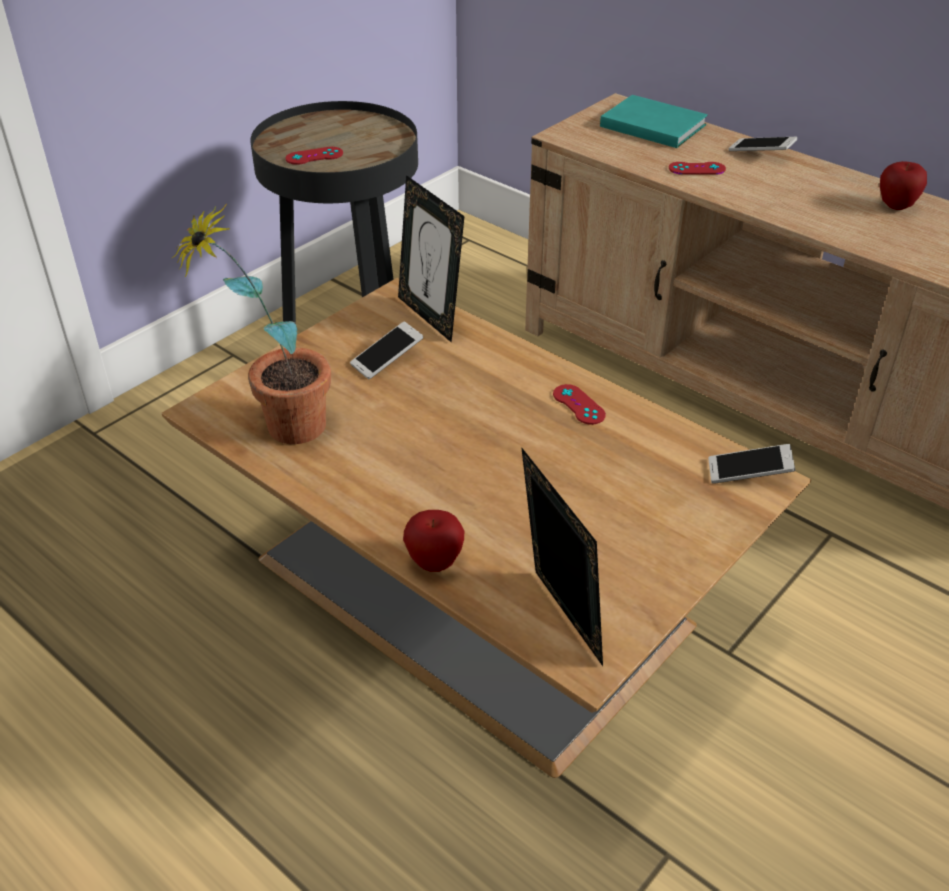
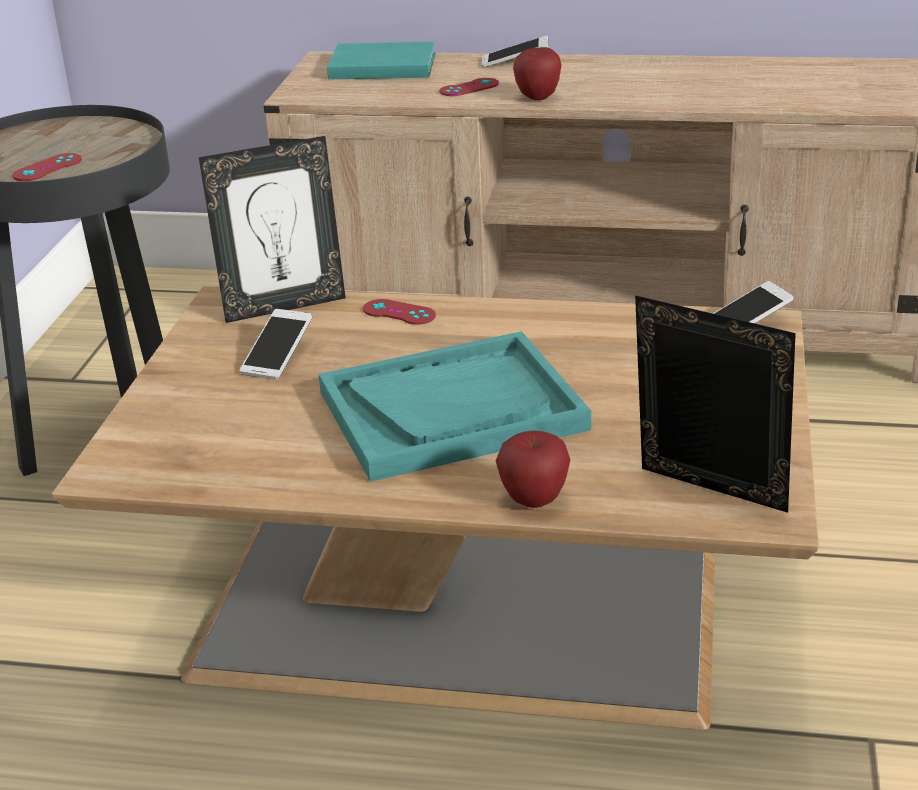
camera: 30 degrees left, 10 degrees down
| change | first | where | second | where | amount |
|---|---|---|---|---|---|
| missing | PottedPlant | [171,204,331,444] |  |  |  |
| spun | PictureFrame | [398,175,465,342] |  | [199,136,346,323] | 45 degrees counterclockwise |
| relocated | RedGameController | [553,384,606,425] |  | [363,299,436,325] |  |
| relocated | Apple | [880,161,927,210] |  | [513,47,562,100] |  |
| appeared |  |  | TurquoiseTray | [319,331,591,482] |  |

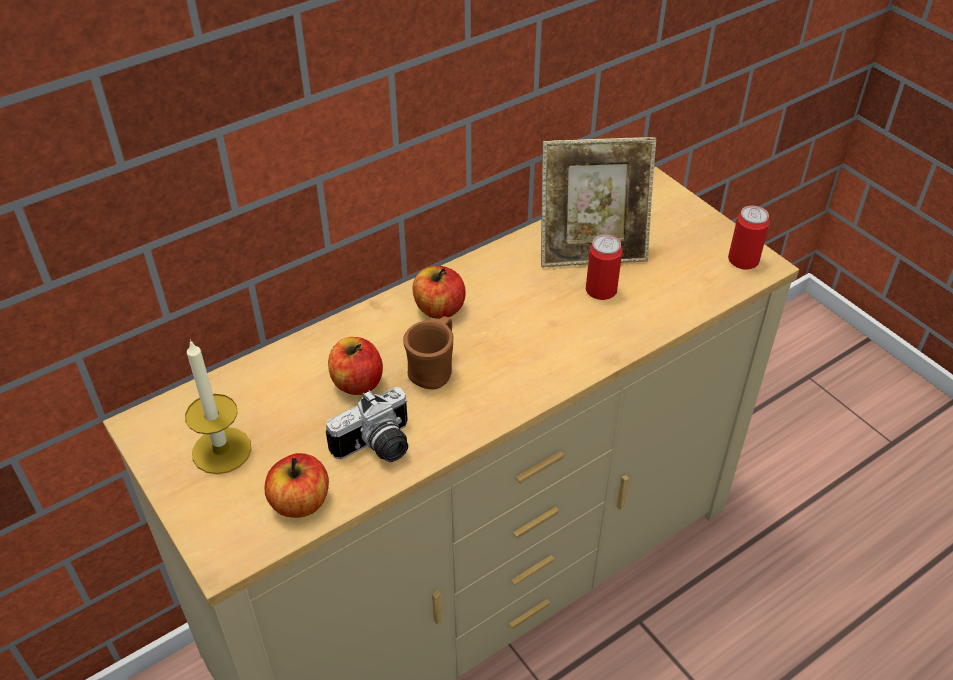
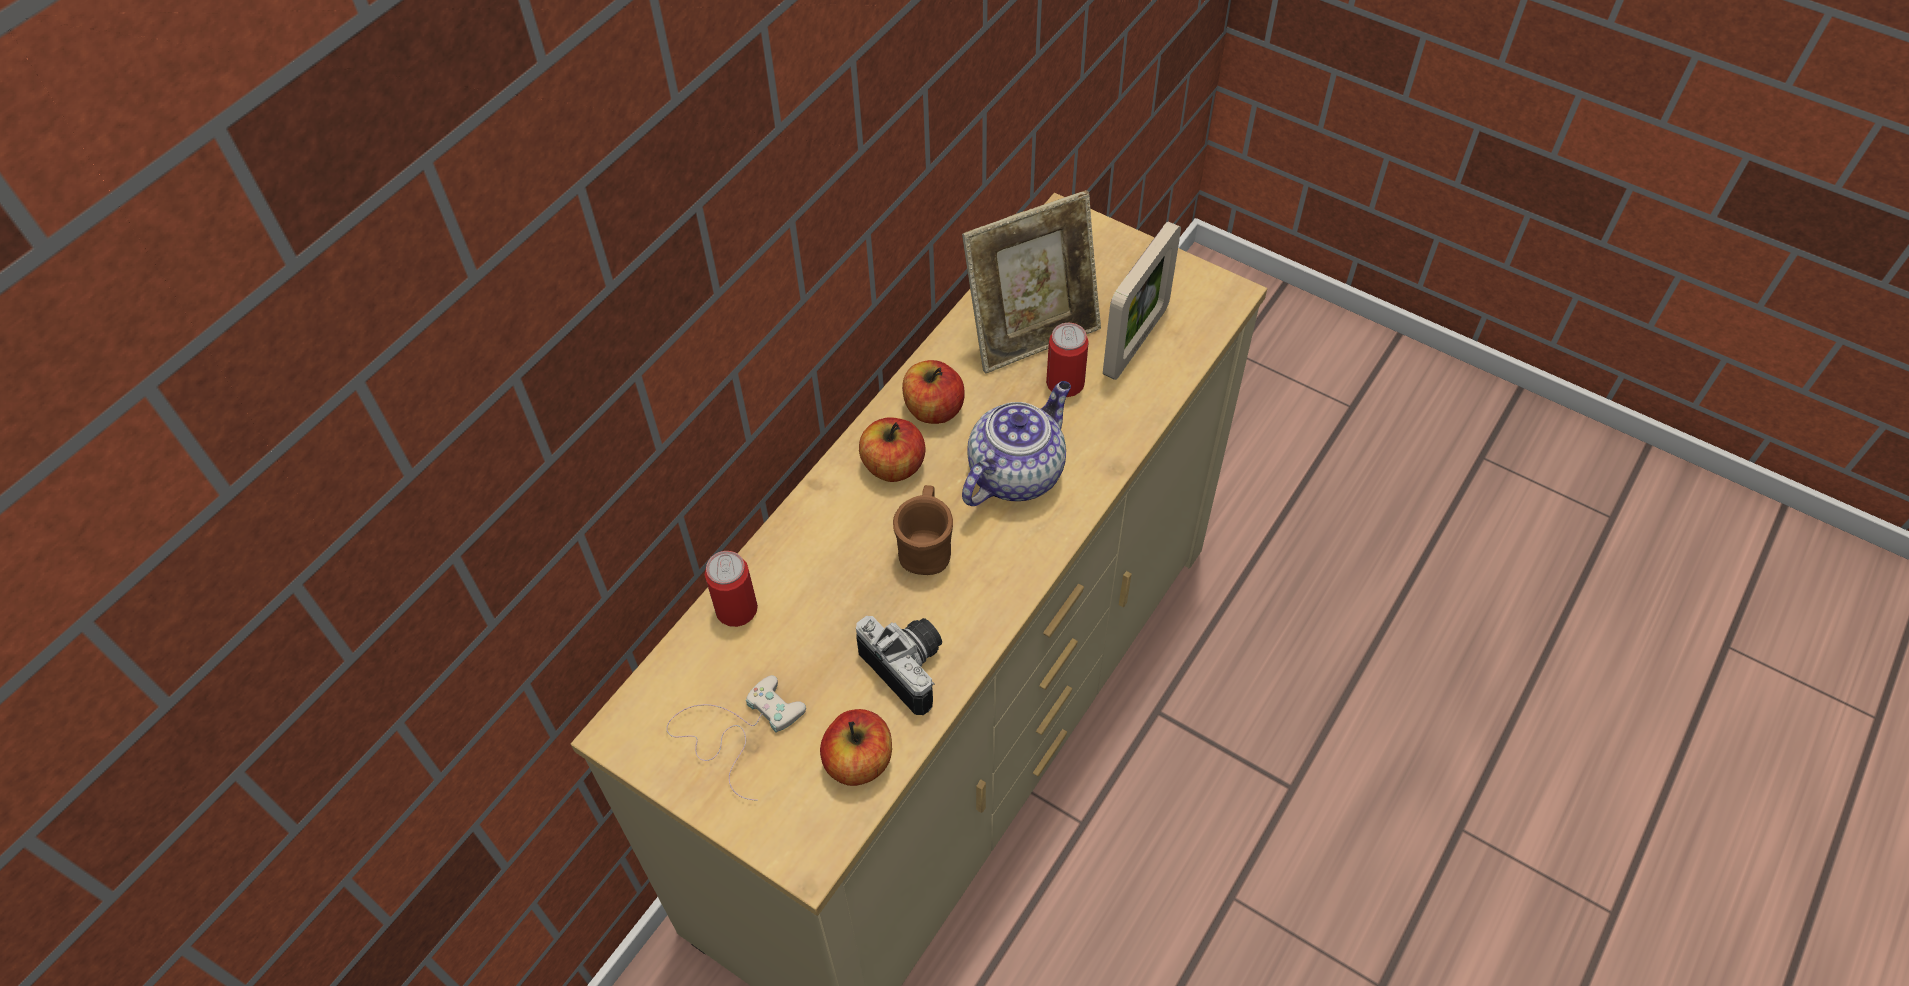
camera: 20 degrees left, 10 degrees up
| change | first | where | second | where | amount |
|---|---|---|---|---|---|
| exchanged | Candle | [185,339,251,474] | WhiteGameController | [666,675,806,800] |  |
| spun | PhotoCamera | [326,387,408,462] |  | [856,616,942,715] | 75 degrees counterclockwise |
| relocated | Apple | [328,337,383,395] |  | [902,360,965,424] |  |
| relocated | Can | [728,206,770,269] |  | [705,551,758,627] |  |
| appeared |  |  | Teapot | [962,381,1071,506] |  |
| appeared |  |  | PictureFrame | [1103,222,1181,380] |  |

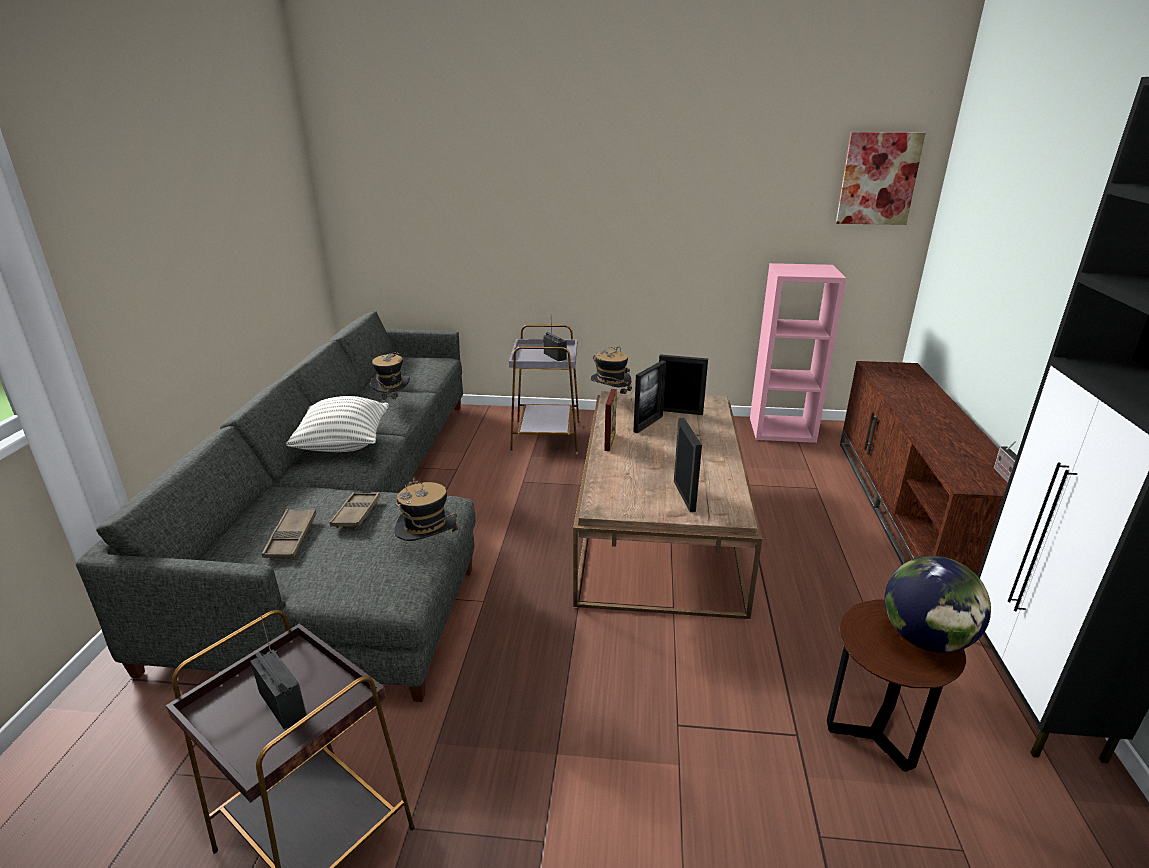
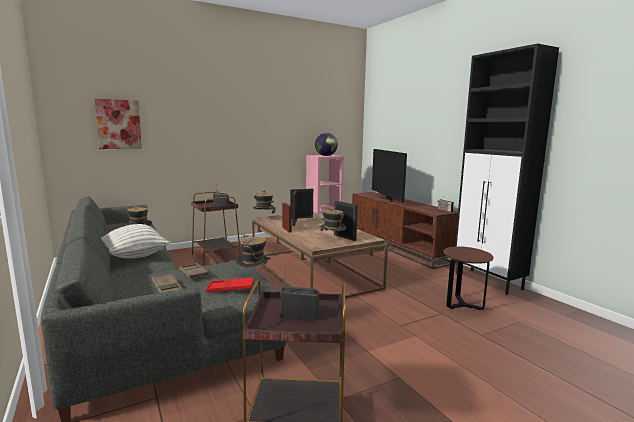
camera: 35 degrees left, 15 degrees down
| change | first | where | second | where | amount |
|---|---|---|---|---|---|
| colour | GreySideTable | [509,325,580,454] | BrownSideTable | [191,191,241,265] |  |
| relocated | Picture | [836,132,926,225] |  | [94,99,142,149] |  |
| relocated | Globe | [885,556,991,653] |  | [315,133,338,156] |  |
| appeared |  |  | RedTray | [206,277,254,292] |  |
| appeared |  |  | Hat | [319,209,346,239] |  |
| appeared |  |  | Television | [372,149,407,203] |  |

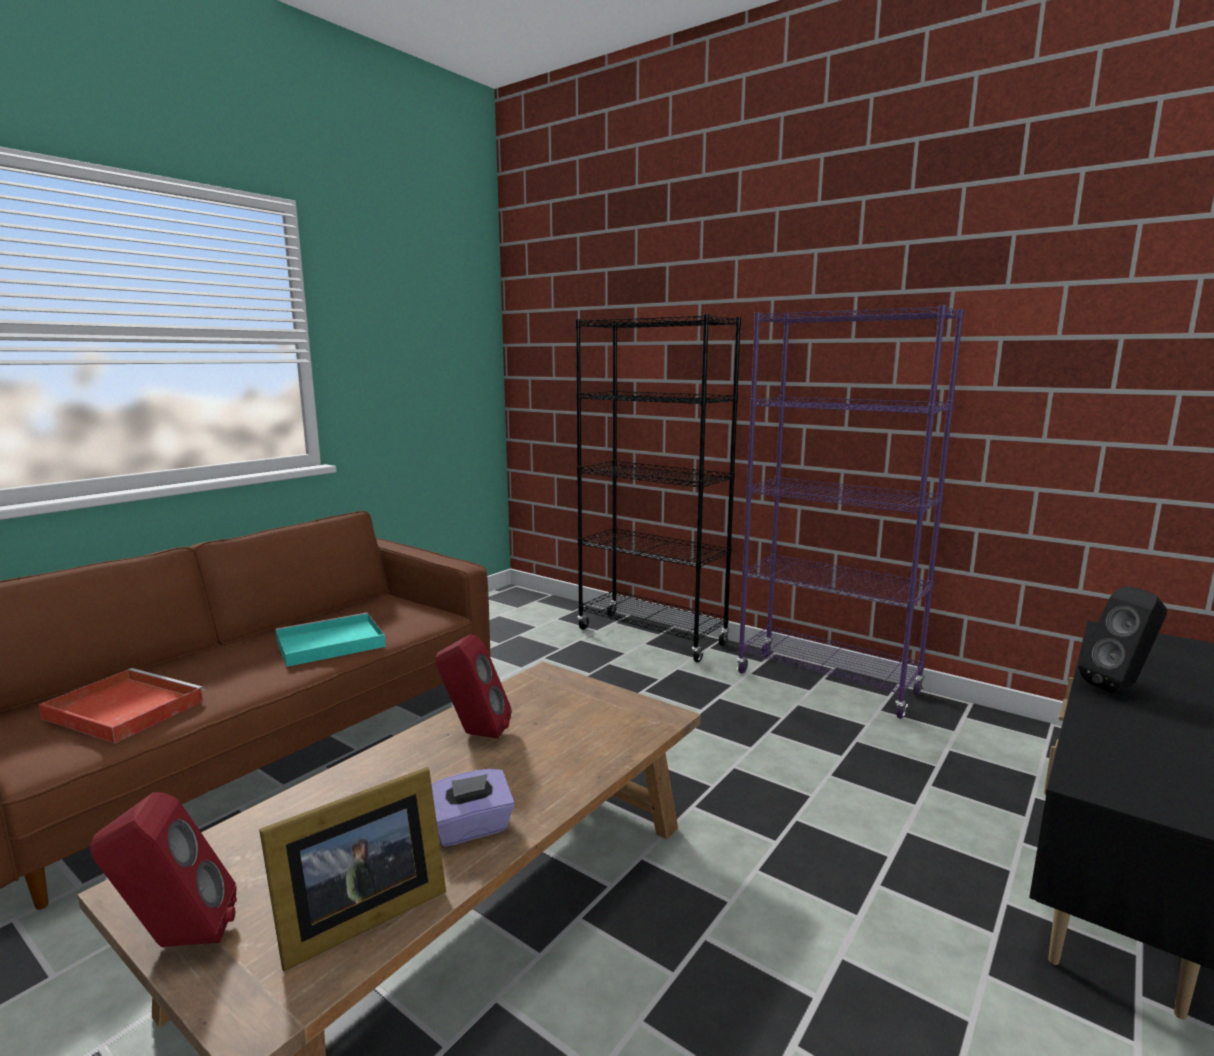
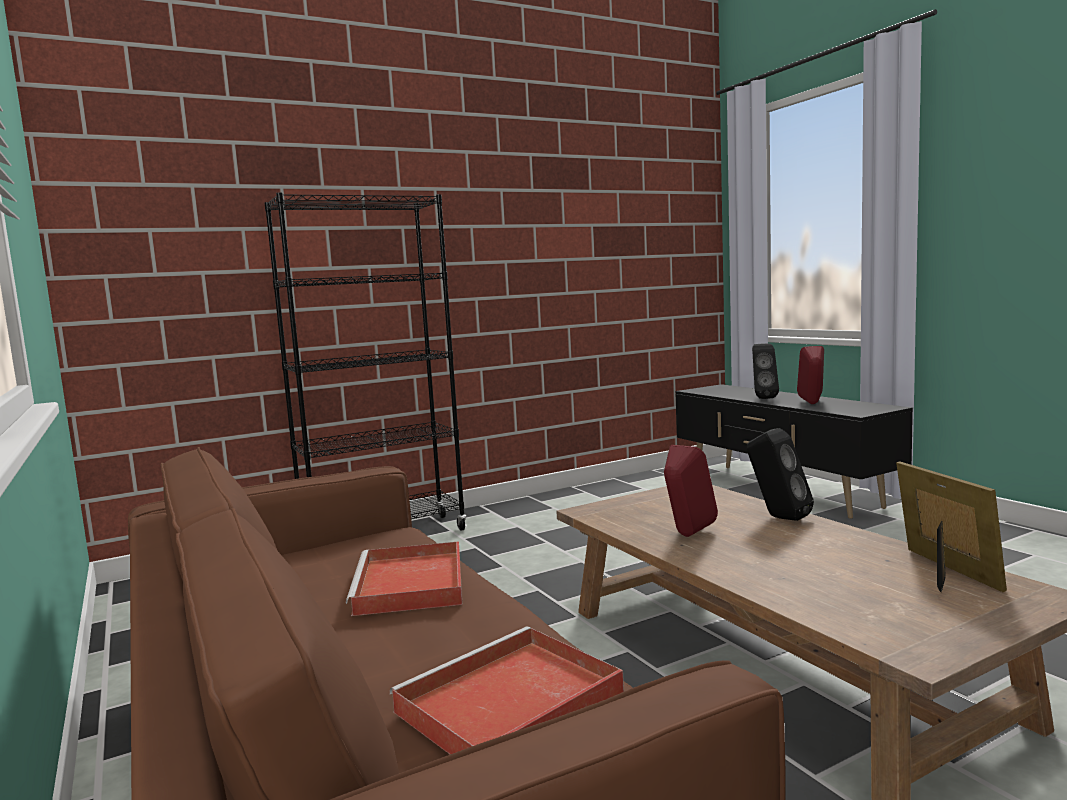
camera: 65 degrees left, 5 degrees down
| change | first | where | second | where | amount |
|---|---|---|---|---|---|
| relocated | RedSpeaker | [90,792,237,947] |  | [797,346,824,404] |  |
| colour | TurquoiseTray | [275,612,386,667] | RedTray | [346,541,462,616] |  |
| missing | PurpleTissueBox | [431,769,515,847] |  |  |  |
| missing | PurpleBookcase | [737,305,964,719] |  |  |  |
| appeared |  |  | BlackSpeaker | [747,428,814,521] |  |

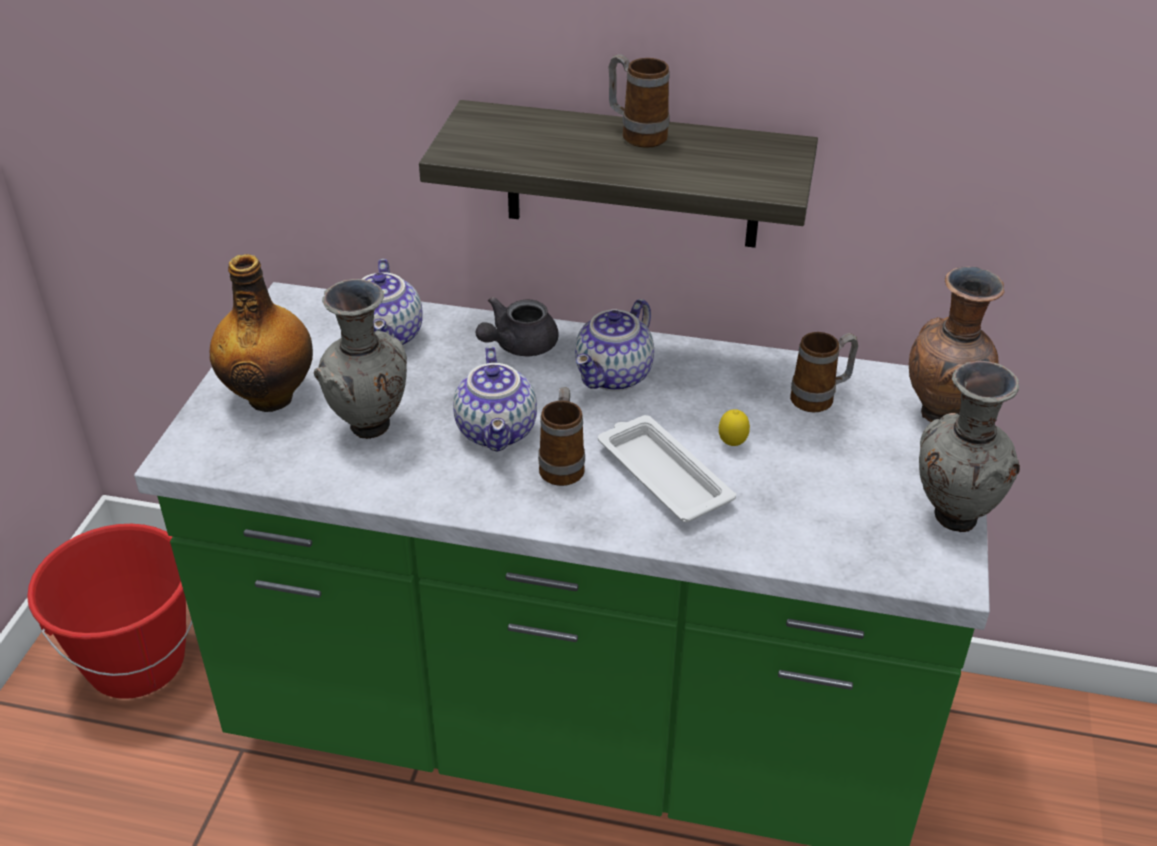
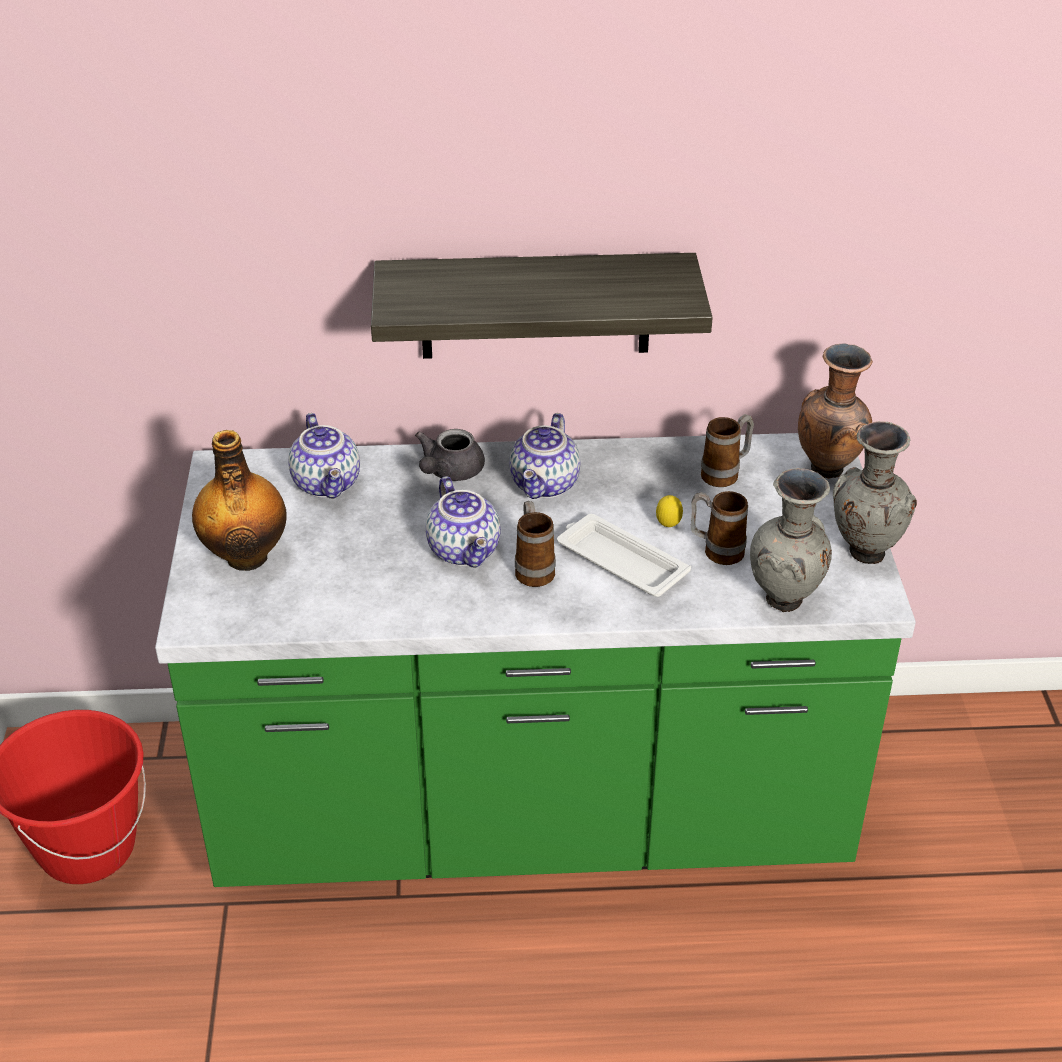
camera: 15 degrees left, 0 degrees up
| change | first | where | second | where | amount |
|---|---|---|---|---|---|
| relocated | GreyVase | [314,279,407,439] |  | [750,468,832,612] |  |
| relocated | Mug | [608,54,670,148] |  | [691,491,748,565] |  |

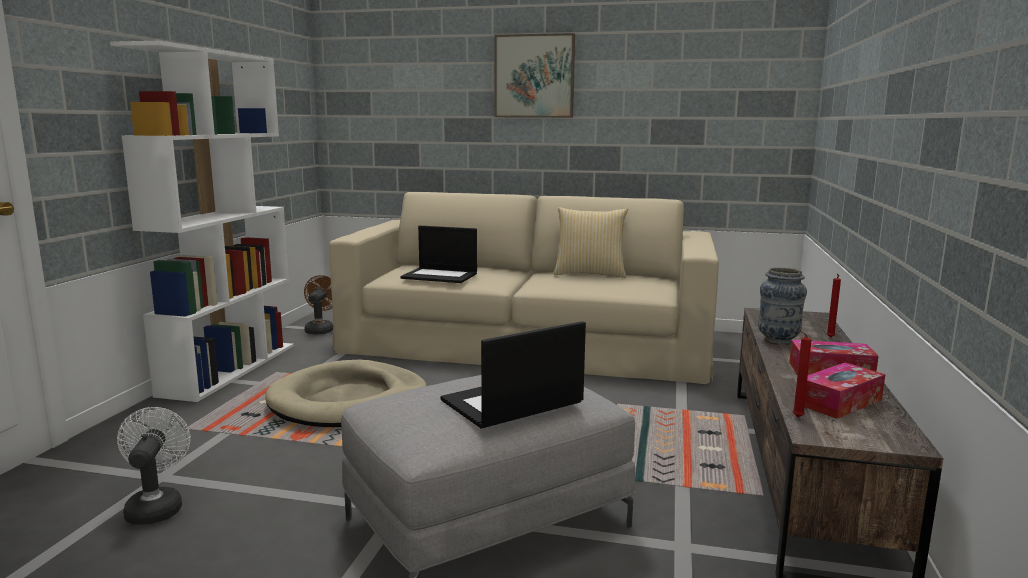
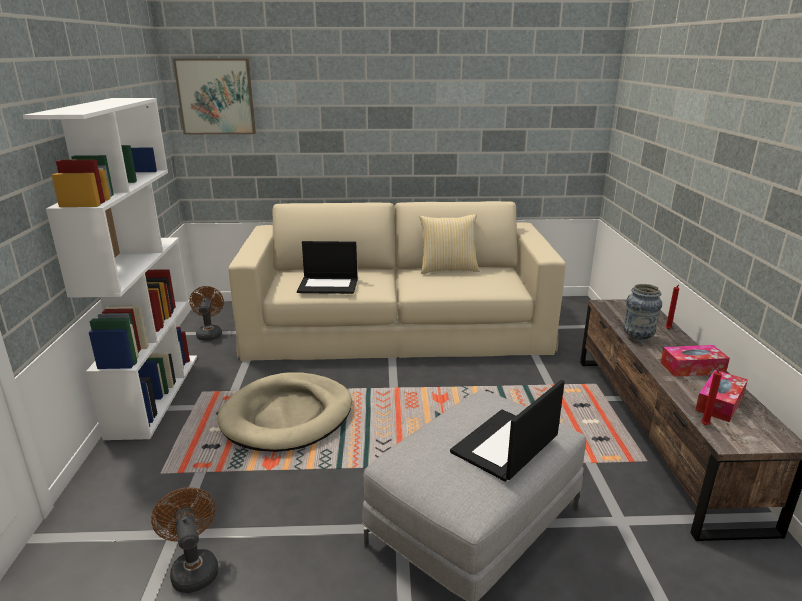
camera: 15 degrees left, 10 degrees up
| change | first | where | second | where | amount |
|---|---|---|---|---|---|
| colour | WhiteFan | [117,407,190,525] | BrownFan | [151,487,219,593] |  |
| relocated | Picture | [494,33,575,118] |  | [173,58,256,134] |  |

